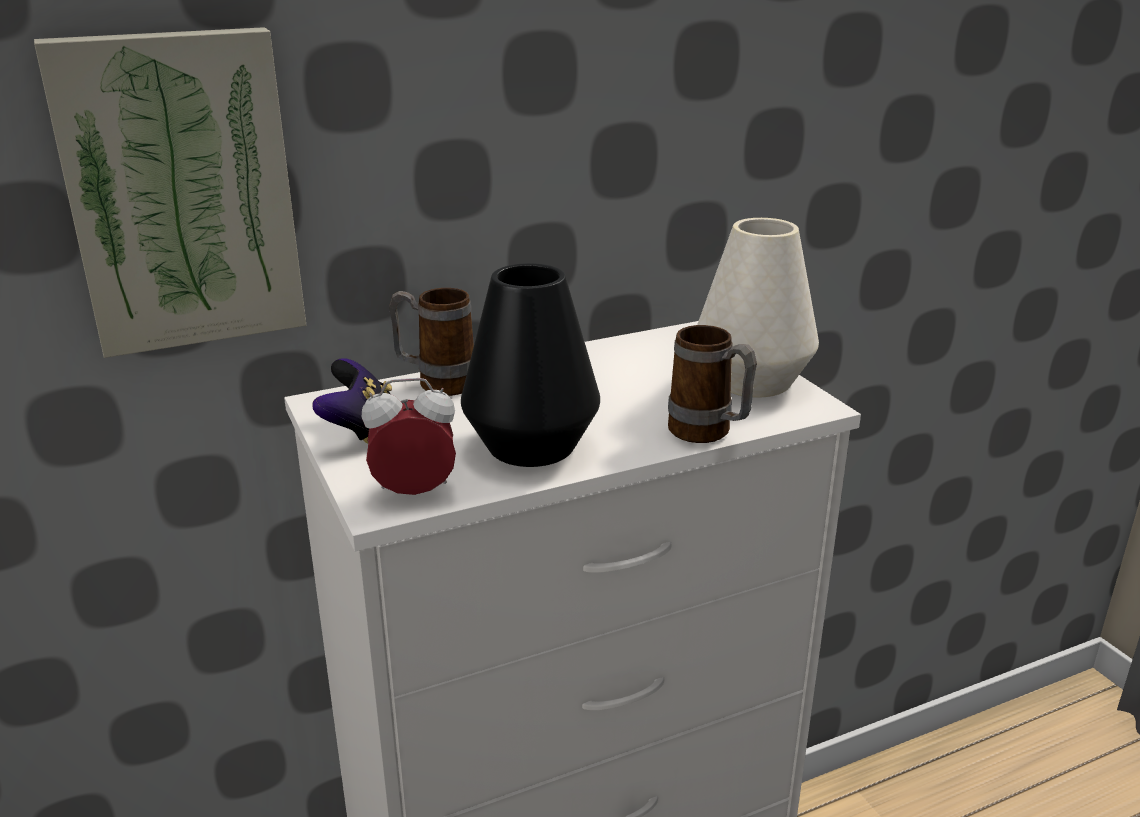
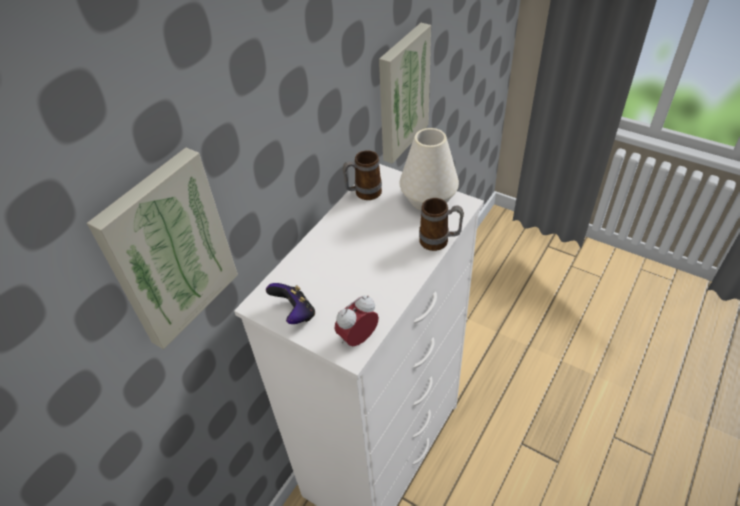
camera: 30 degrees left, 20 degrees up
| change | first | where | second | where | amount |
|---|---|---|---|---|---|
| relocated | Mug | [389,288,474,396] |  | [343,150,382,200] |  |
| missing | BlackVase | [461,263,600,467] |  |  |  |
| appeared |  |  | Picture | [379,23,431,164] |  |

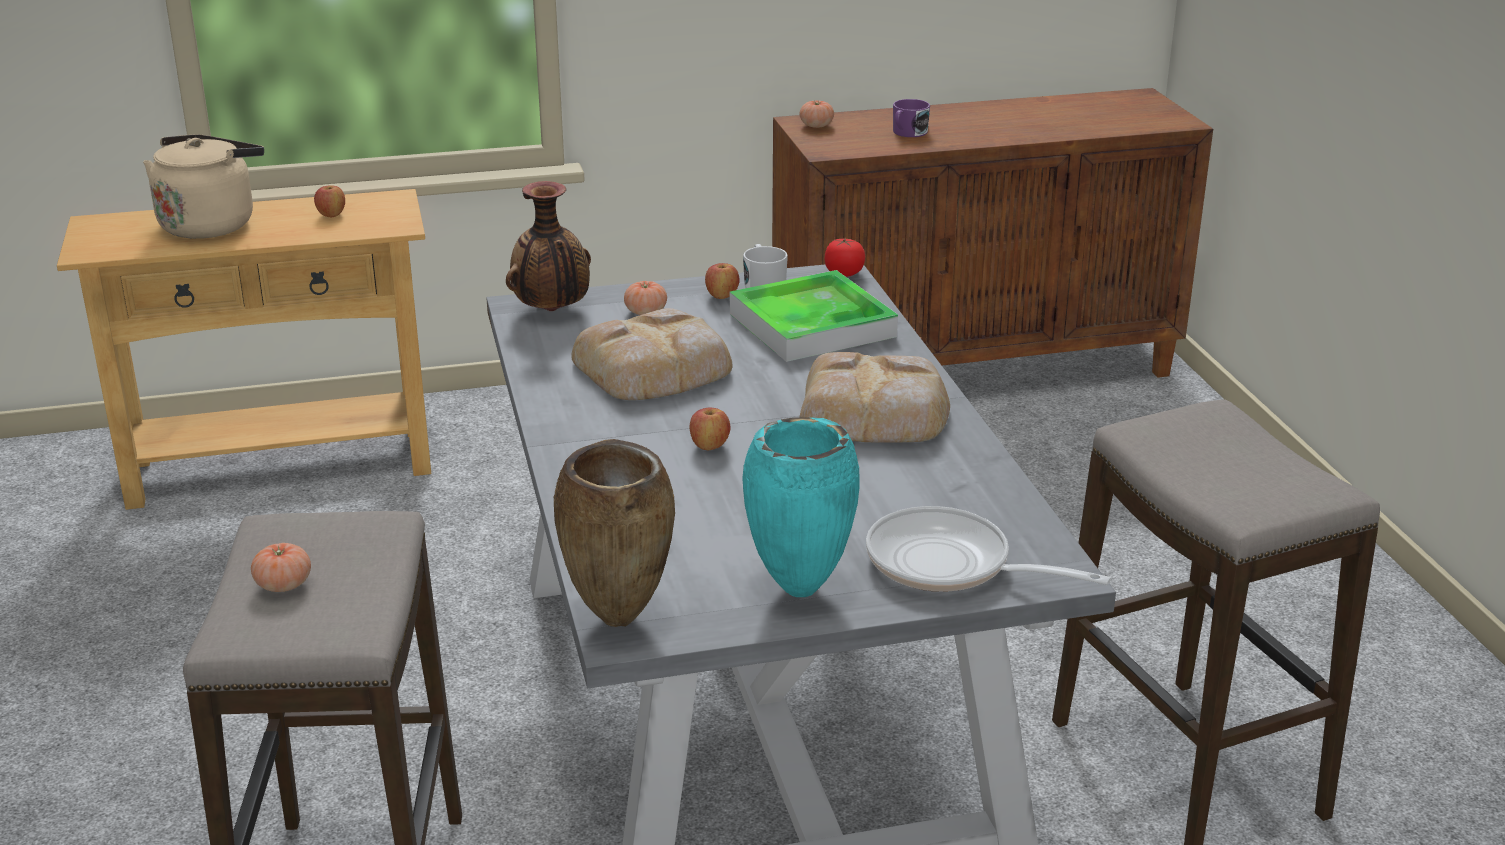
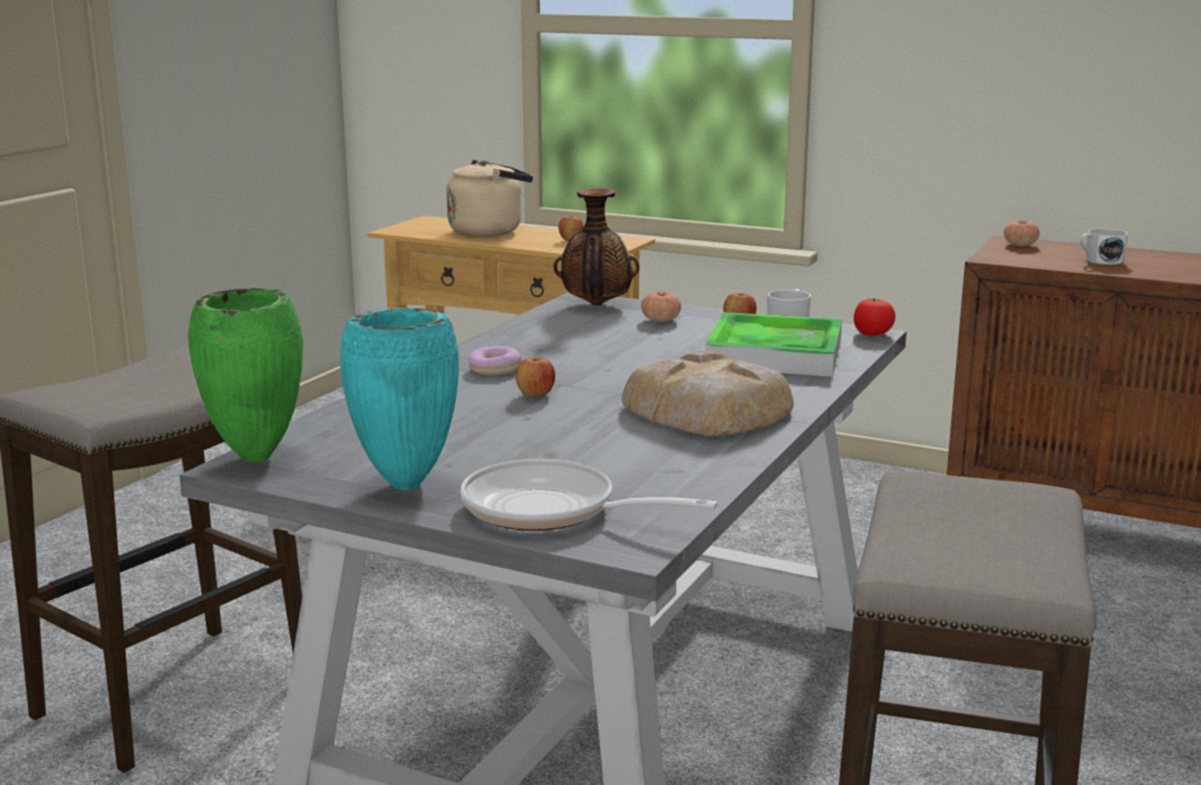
camera: 40 degrees right, 10 degrees down
| change | first | where | second | where | amount |
|---|---|---|---|---|---|
| missing | Tomato | [251,543,311,592] |  |  |  |
| colour | BrownVase | [554,439,675,627] | GreenVase | [188,288,303,463] |  |
| missing | Bread | [571,308,733,400] |  |  |  |
| spun | FryingPan | [866,506,1111,592] |  | [461,459,718,531] | 45 degrees counterclockwise |
| colour | PurpleMug | [893,99,930,137] | WhiteMug | [1080,229,1128,265] |  |
| appeared |  |  | Donut | [468,346,521,376] |  |

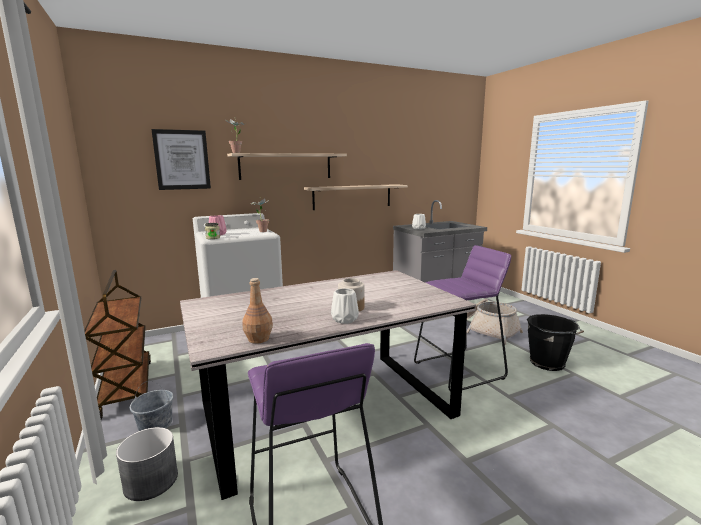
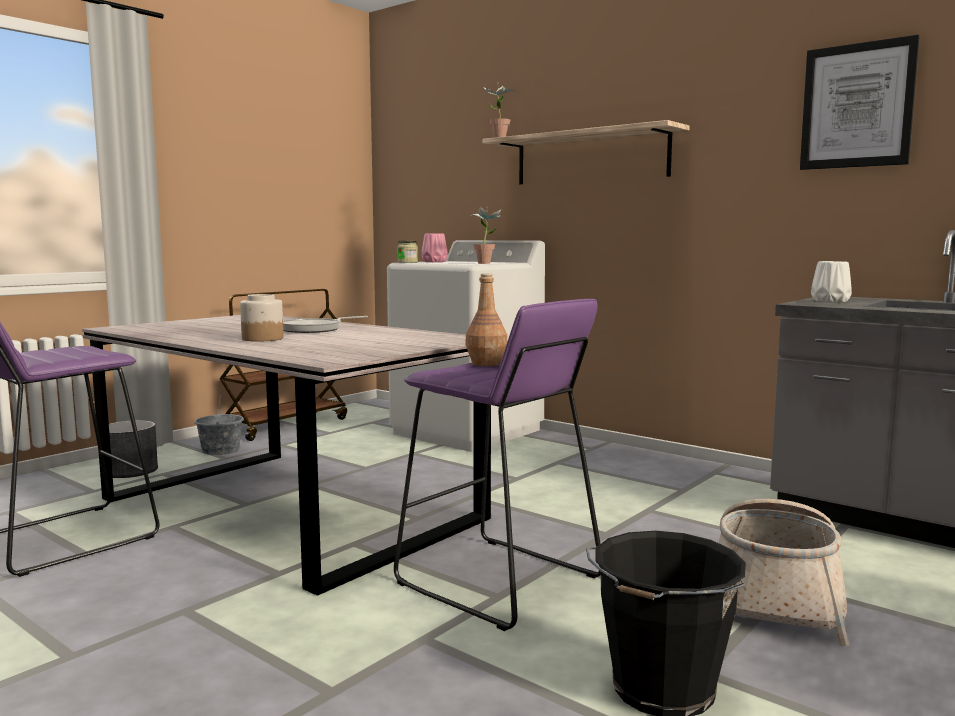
camera: 65 degrees right, 5 degrees down
| change | first | where | second | where | amount |
|---|---|---|---|---|---|
| relocated | Picture | [151,129,211,190] |  | [800,34,920,170] |  |
| relocated | BrownBottle | [242,278,273,344] |  | [465,273,507,366] |  |
| missing | Shelf | [304,184,408,210] |  |  |  |
| missing | WhiteVase | [331,288,359,324] |  |  |  |
| appeared |  |  | FryingPan | [283,316,368,333] |  |

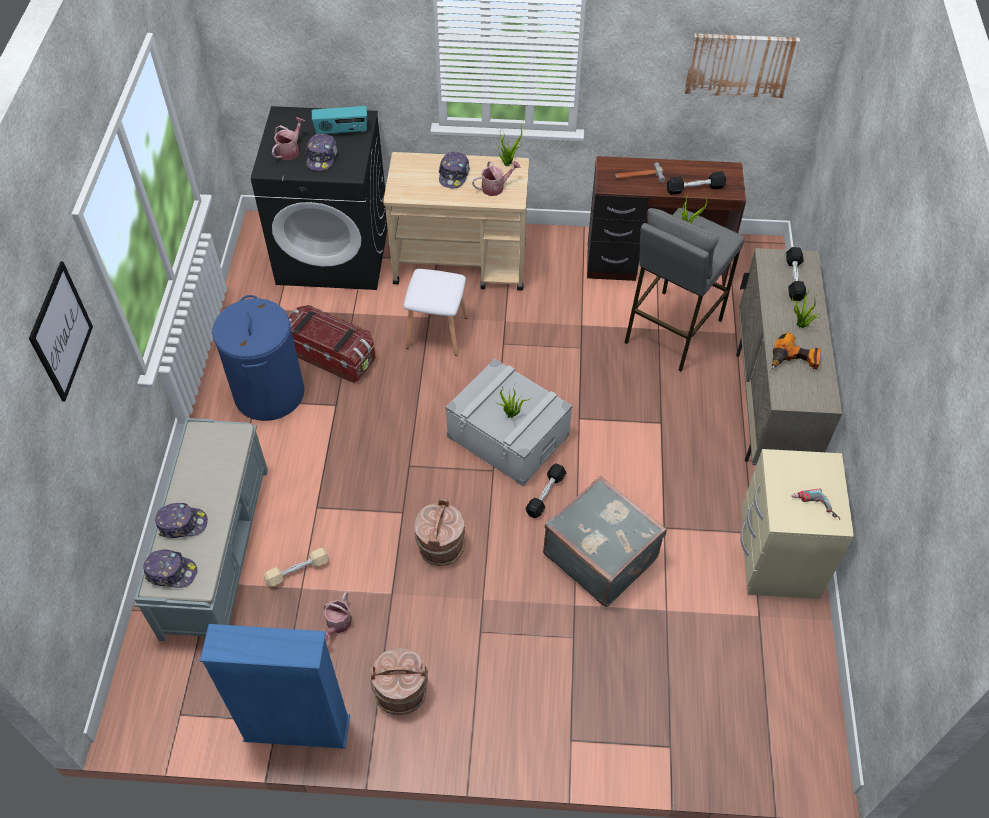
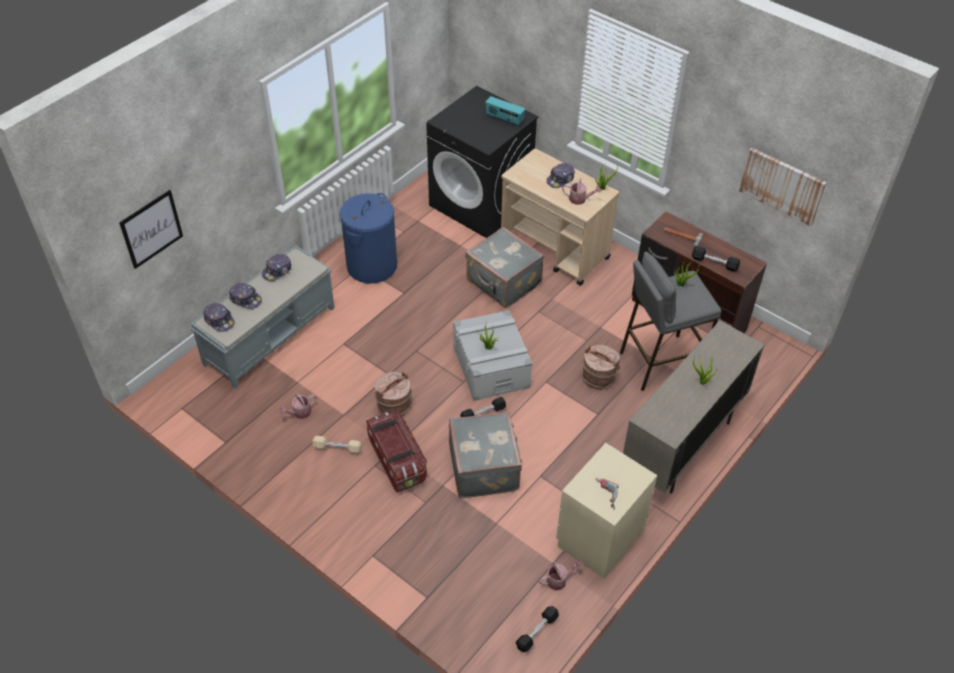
camera: 35 degrees right, 5 degrees down
| change | first | where | second | where | amount |
|---|---|---|---|---|---|
| relocated | Picture | [29,262,93,402] |  | [119,190,183,269] |  |
| missing | BlueBookcase | [200,624,350,749] |  |  |  |
| relocated | BeigeDumbbell | [264,548,329,587] |  | [313,436,362,454] |  |
| relocated | WateringCan | [272,117,305,160] |  | [539,559,583,590] |  |
| relocated | StorageBox | [289,305,376,383] |  | [366,411,427,493] |  |
| relocated | Cap | [305,134,338,171] |  | [262,254,291,281] |  |
| relocated | BrownBucket | [370,648,428,715] |  | [581,345,620,389] |  |
| exchanged | WhiteStool | [403,269,468,356] | GreySuitcase | [465,227,544,308] |  |
| missing | PowerDrill | [770,332,821,373] |  |  |  |
| relocated | BlackDumbbell | [786,247,806,301] |  | [516,606,559,652] |  |

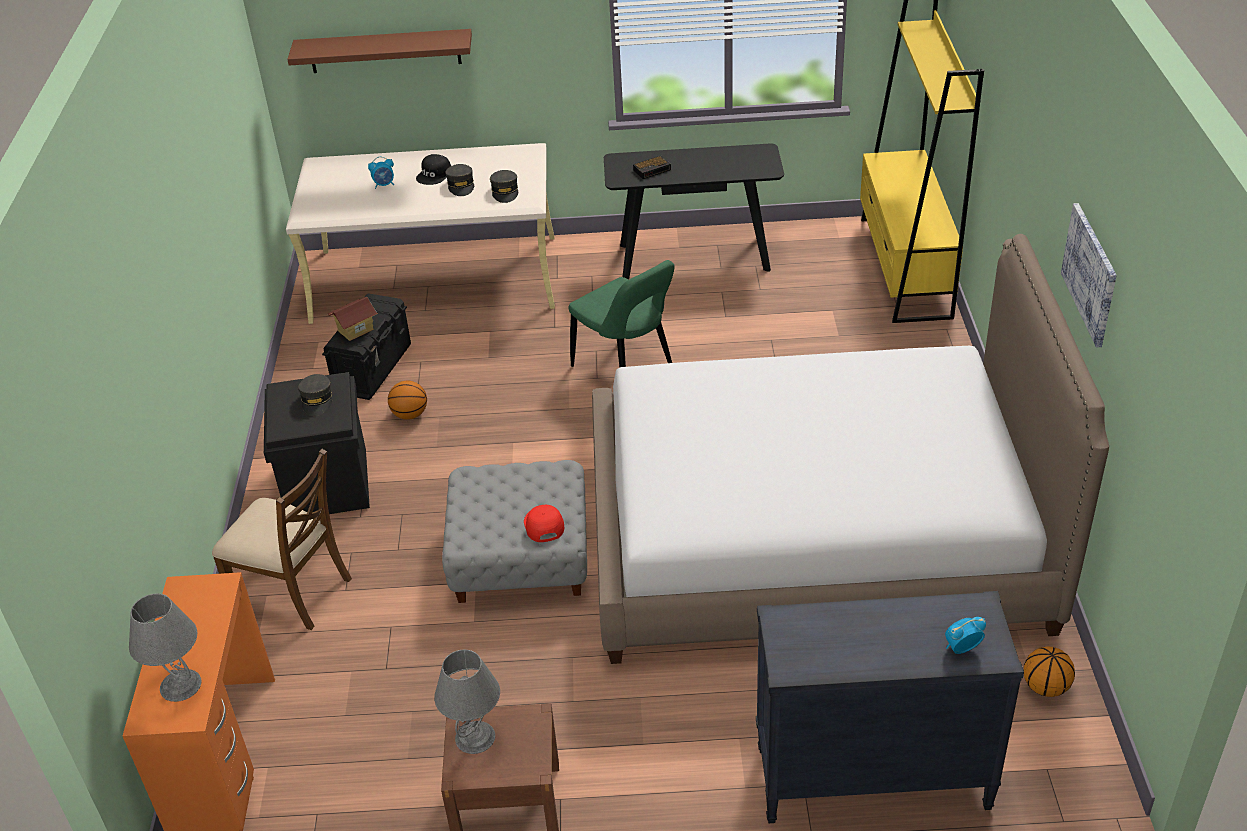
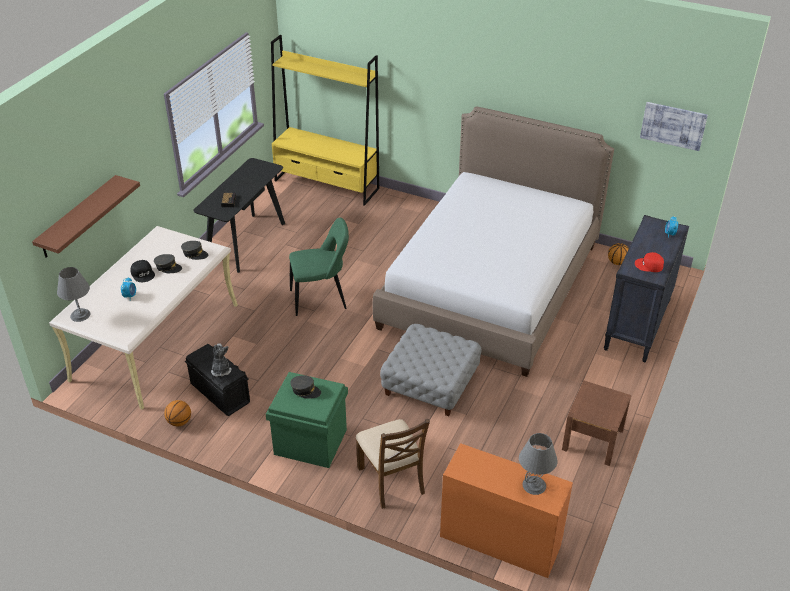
camera: 65 degrees left, 0 degrees up
| change | first | where | second | where | amount |
|---|---|---|---|---|---|
| spun | BrownChair | [212,449,352,630] |  | [356,419,430,509] | 105 degrees clockwise |
| colour | BlackStorageBox | [264,372,370,514] | GreenStorageBox | [266,372,348,468] |  |
| exchanged | ToyHouse | [327,296,378,341] | PlushToy | [211,343,232,377] |  |
| relocated | Basketball | [388,381,427,420] |  | [164,400,191,426] |  |
| relocated | GreyTableLamp | [434,650,500,754] |  | [57,267,91,322] |  |
| relocated | RedCap | [524,505,564,542] |  | [635,252,664,272] |  |
| relocated | Picture | [1061,203,1117,347] |  | [640,102,708,151] |  |

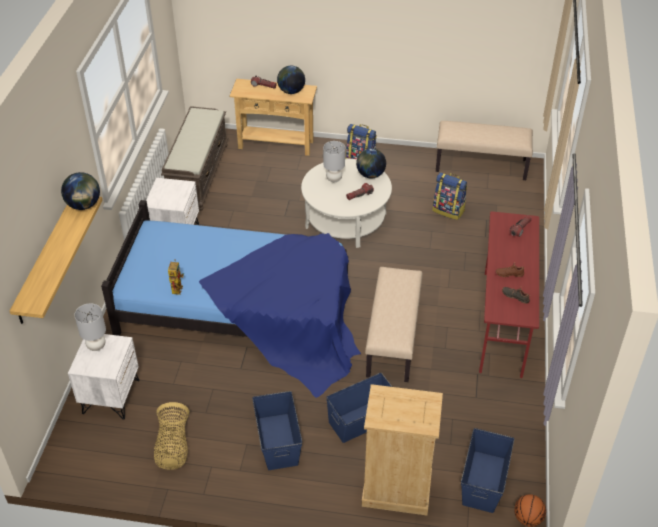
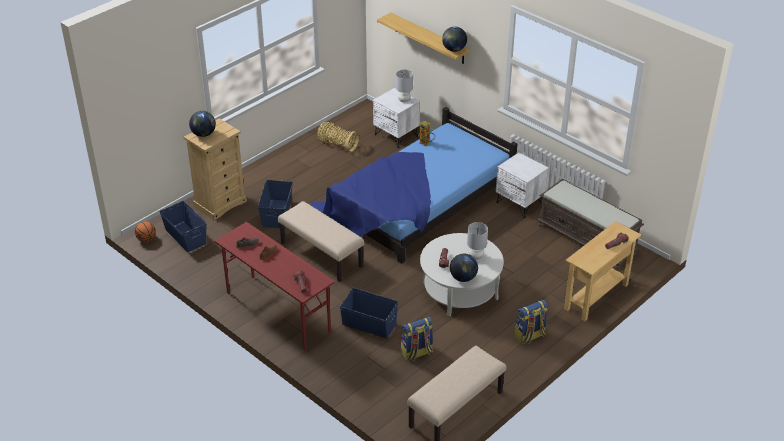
camera: 125 degrees right, 5 degrees down
| change | first | where | second | where | amount |
|---|---|---|---|---|---|
| relocated | BlueStorageBox | [252,391,302,470] |  | [340,288,398,338] |  |
| relocated | Globe | [277,66,305,94] |  | [189,111,216,137] |  |

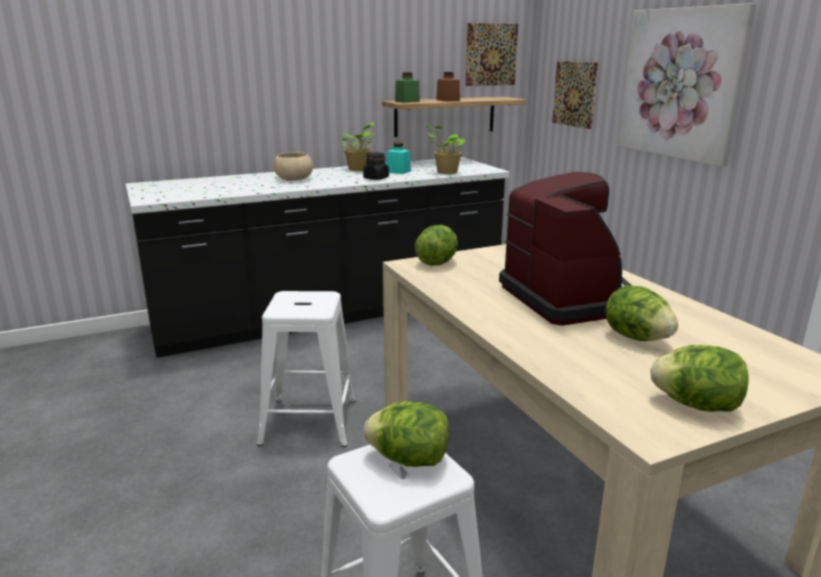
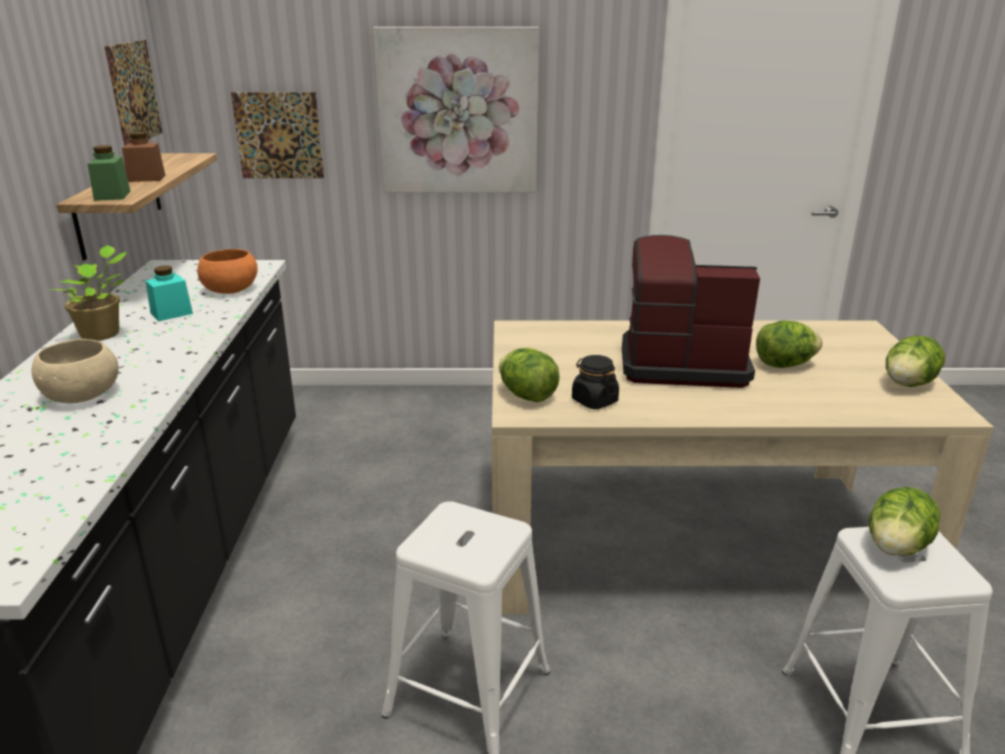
camera: 65 degrees left, 5 degrees up
| change | first | where | second | where | amount |
|---|---|---|---|---|---|
| relocated | BlackJar | [363,152,389,180] |  | [572,355,619,409] |  |
| exchanged | PottedPlant | [425,125,465,174] | OrangeBowl | [197,249,258,294] |  |

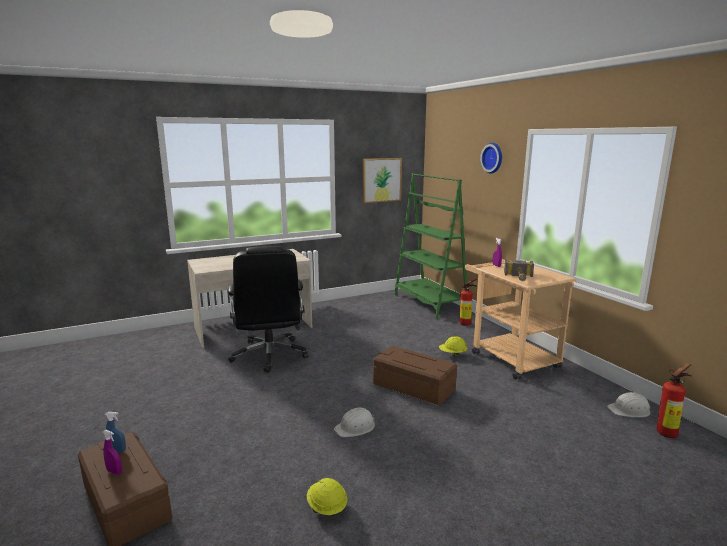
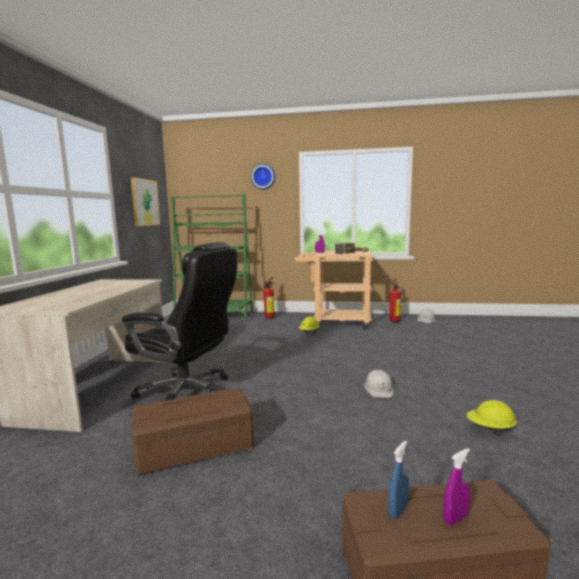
camera: 55 degrees left, 5 degrees down
| change | first | where | second | where | amount |
|---|---|---|---|---|---|
| relocated | BrownStorageBox | [373,346,457,406] |  | [132,388,254,475] |  |
| relocated | FireExtinguisher | [657,363,692,438] |  | [389,278,401,322] |  |

